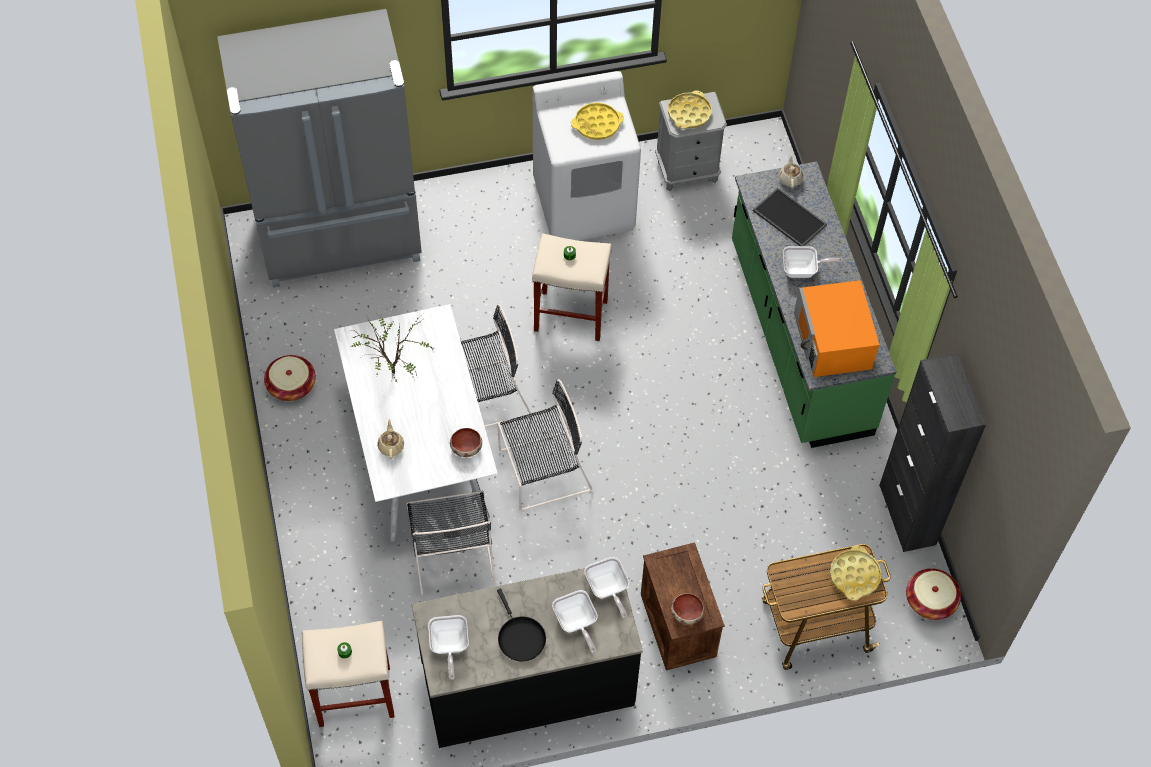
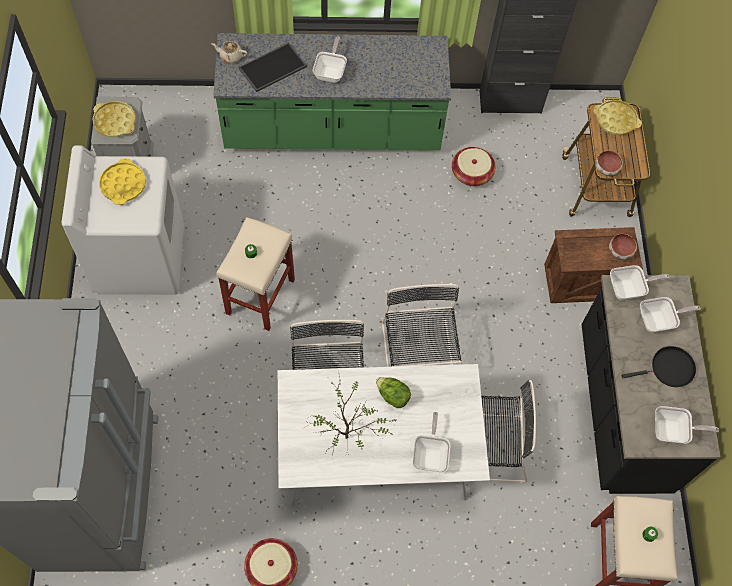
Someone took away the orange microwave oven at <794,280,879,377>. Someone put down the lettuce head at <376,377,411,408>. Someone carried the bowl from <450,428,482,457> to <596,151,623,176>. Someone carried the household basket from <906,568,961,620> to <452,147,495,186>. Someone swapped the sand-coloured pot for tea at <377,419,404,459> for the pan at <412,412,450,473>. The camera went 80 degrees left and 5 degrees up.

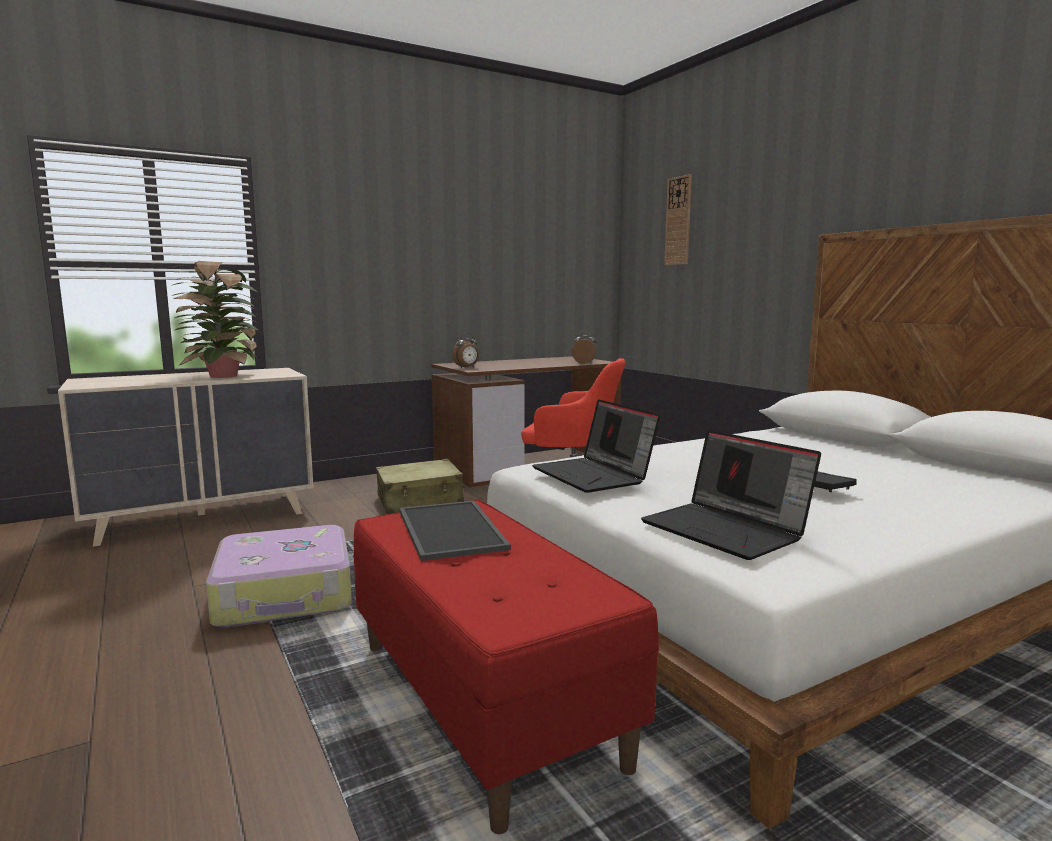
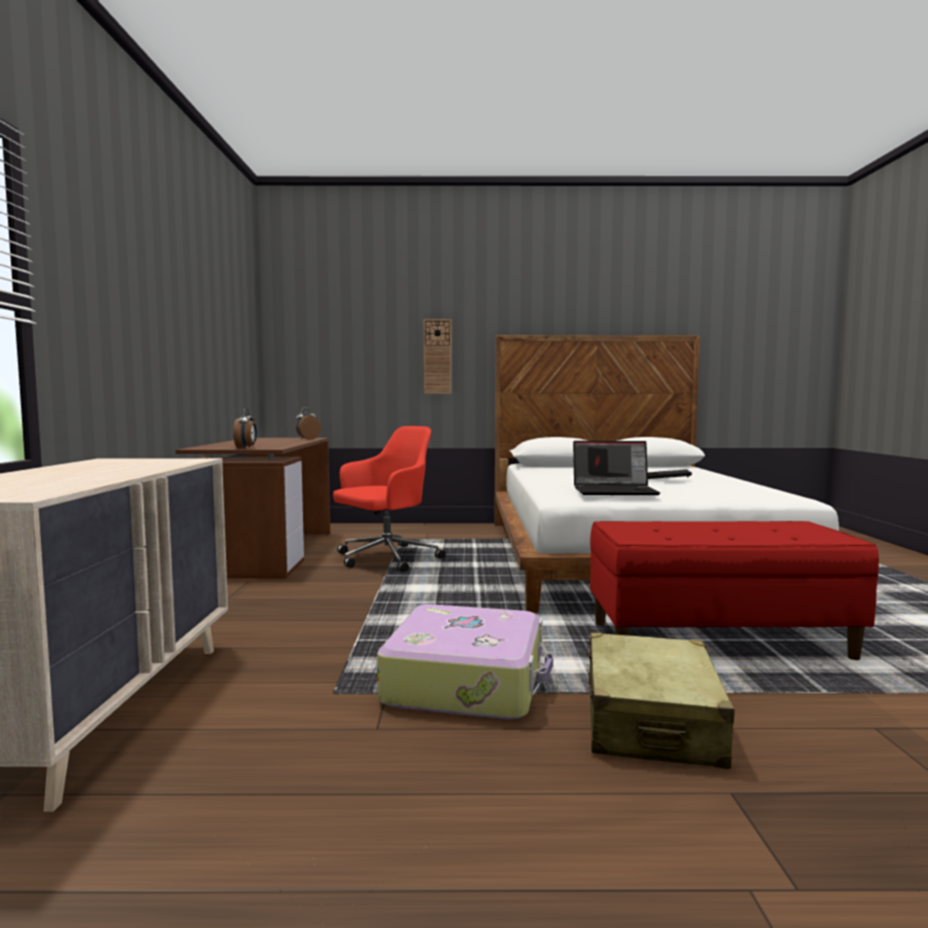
Someone took away the houseplant at <171,261,260,378>. Someone took away the serving tray at <399,501,511,561>. Someone took away the portable computer at <641,430,821,560>. Someone carried the sand-coloured travel case from <376,459,465,514> to <589,633,735,769>. Someone carried the clock on the wall from <664,174,692,265> to <424,319,452,394>. The camera went 60 degrees left and 5 degrees down.

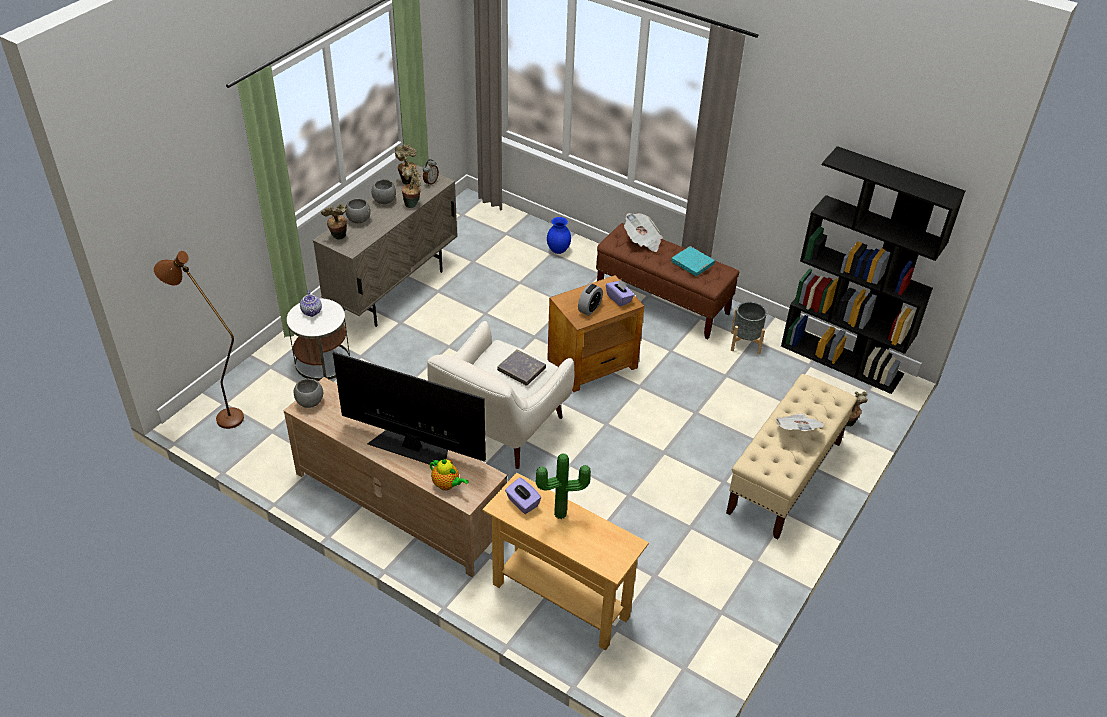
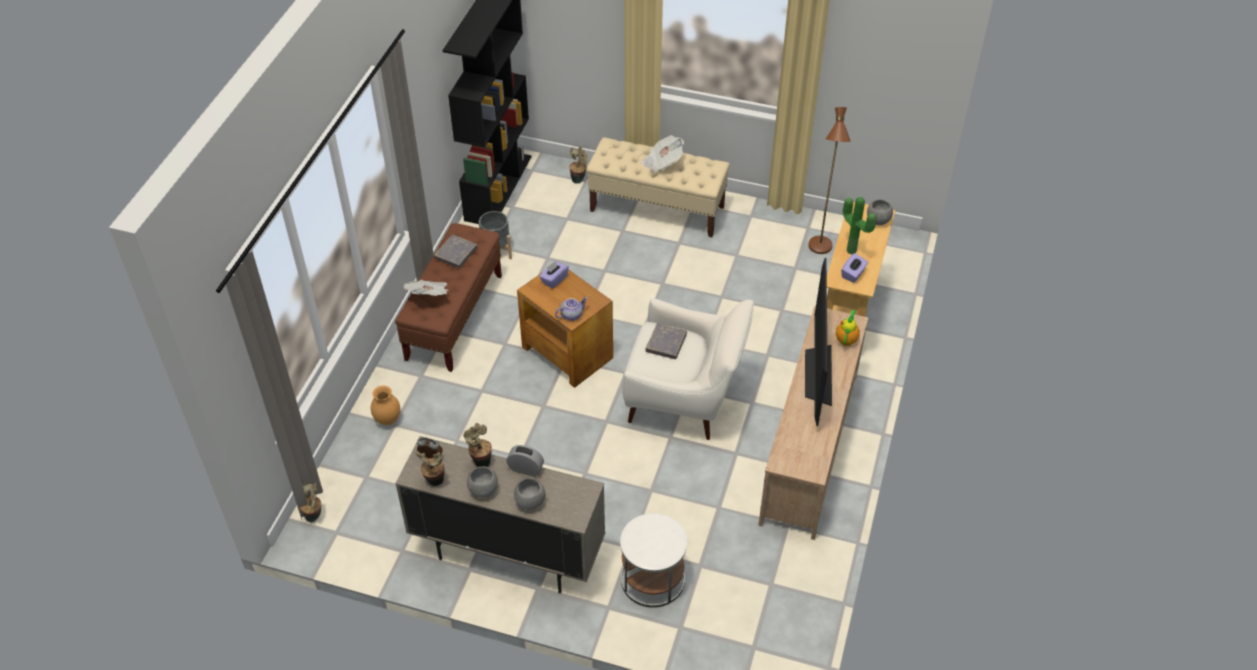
Someone carried the brownish standing lamp from <154,251,244,429> to <808,107,850,254>. Someone carried the greyish bowl from <294,378,323,408> to <867,199,893,225>. Someone carried the pot for tea from <300,290,322,317> to <555,297,588,321>. Someone carried the houseplant from <321,203,347,240> to <300,482,322,522>. Someone carried the table clock from <578,284,603,316> to <506,445,544,477>. Someone repainted the blue vase at <547,217,571,254>, which became the brownish vase at <371,386,400,425>. Someone repainted the turquoise book at <671,246,715,276>, which became the greyish book at <433,234,478,268>. The camera went 105 degrees left and 5 degrees up.

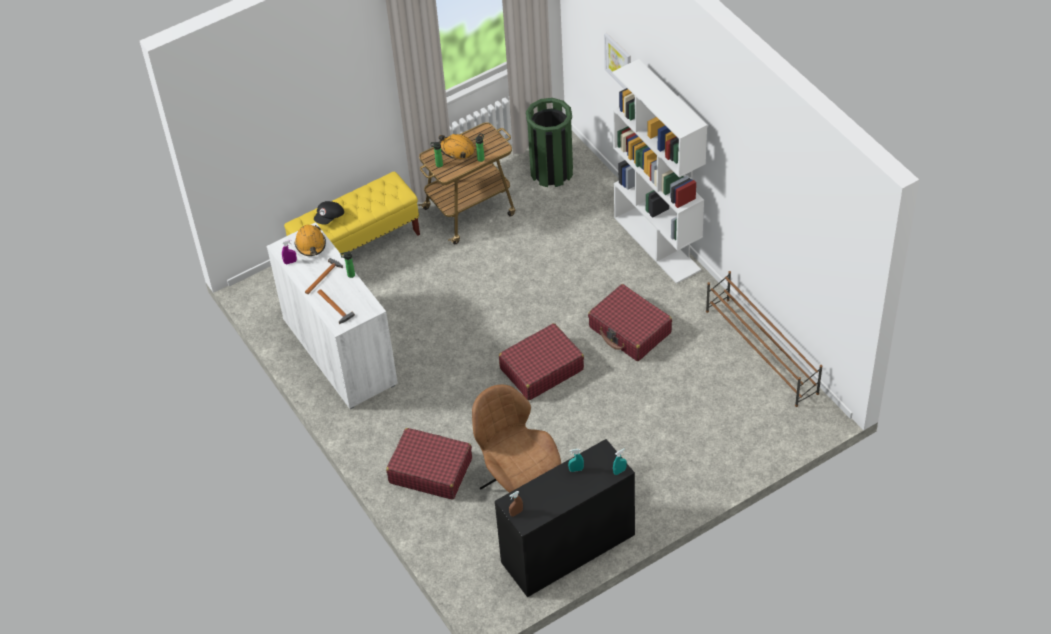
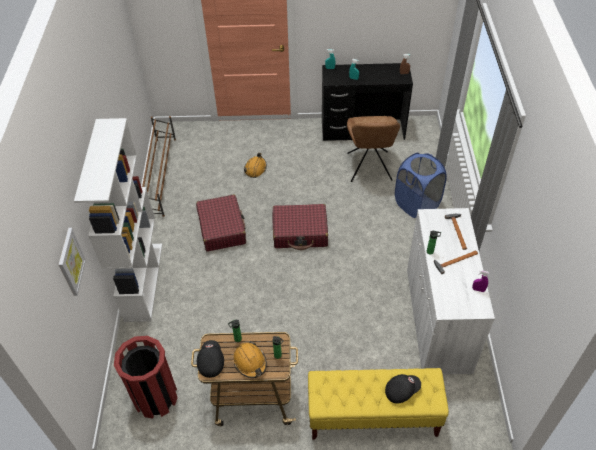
Someone put down the black-coloured baseball cap at <197,340,224,378>. Someone carried the orange safety helmet from <295,225,326,256> to <244,153,267,178>. Someone swapped the red travel case at <386,428,472,500> for the blue washing basket at <395,153,447,218>. Someone repainted the green waste bin at <526,98,573,187>, which became the red waste bin at <114,336,178,419>. The camera went 150 degrees left and 0 degrees up.

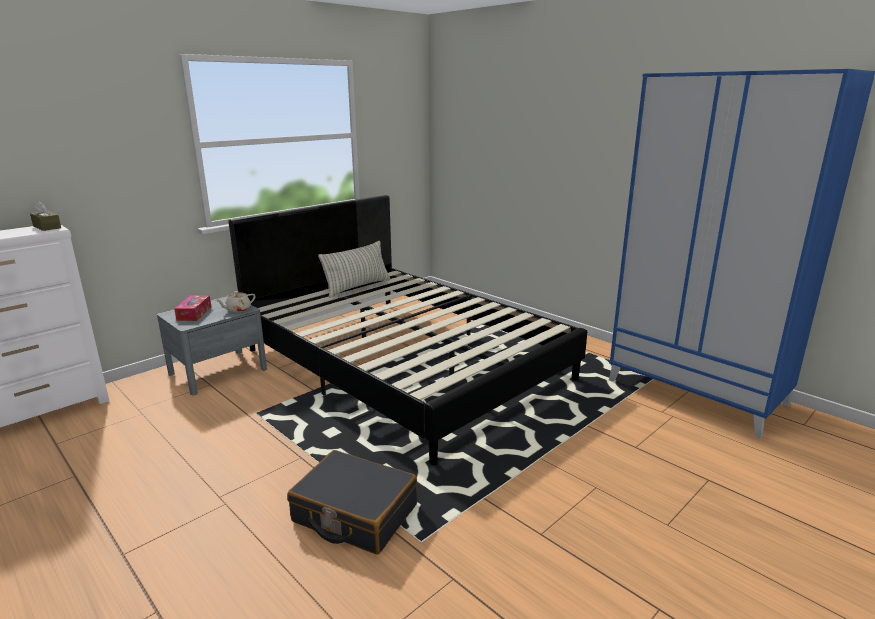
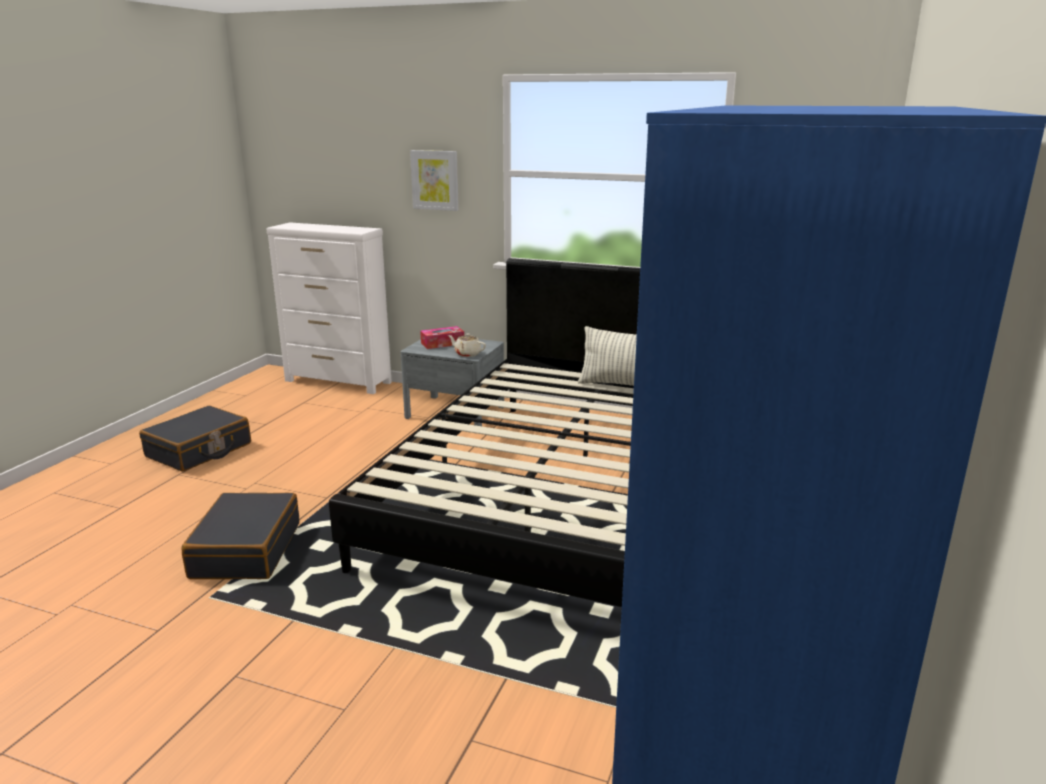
Someone took away the brownish box of tissues at <30,201,61,231>. Someone put down the black-coloured travel case at <139,406,251,472>. Someone put up the picture at <410,150,459,211>. The camera went 65 degrees right and 0 degrees up.

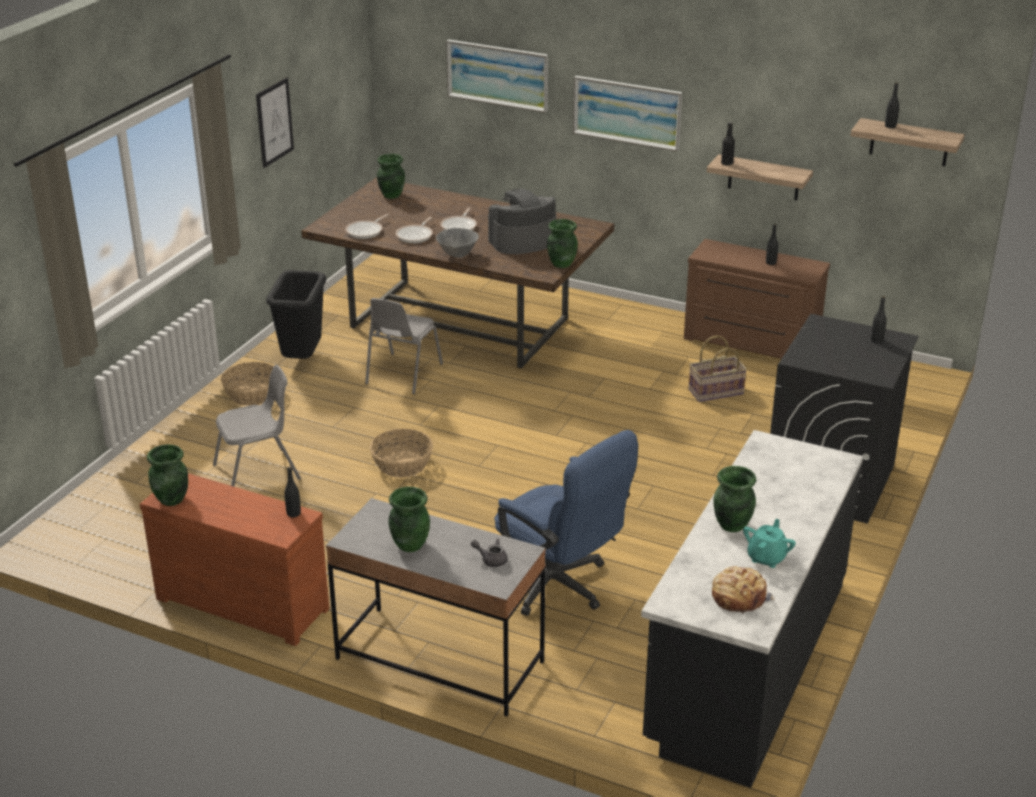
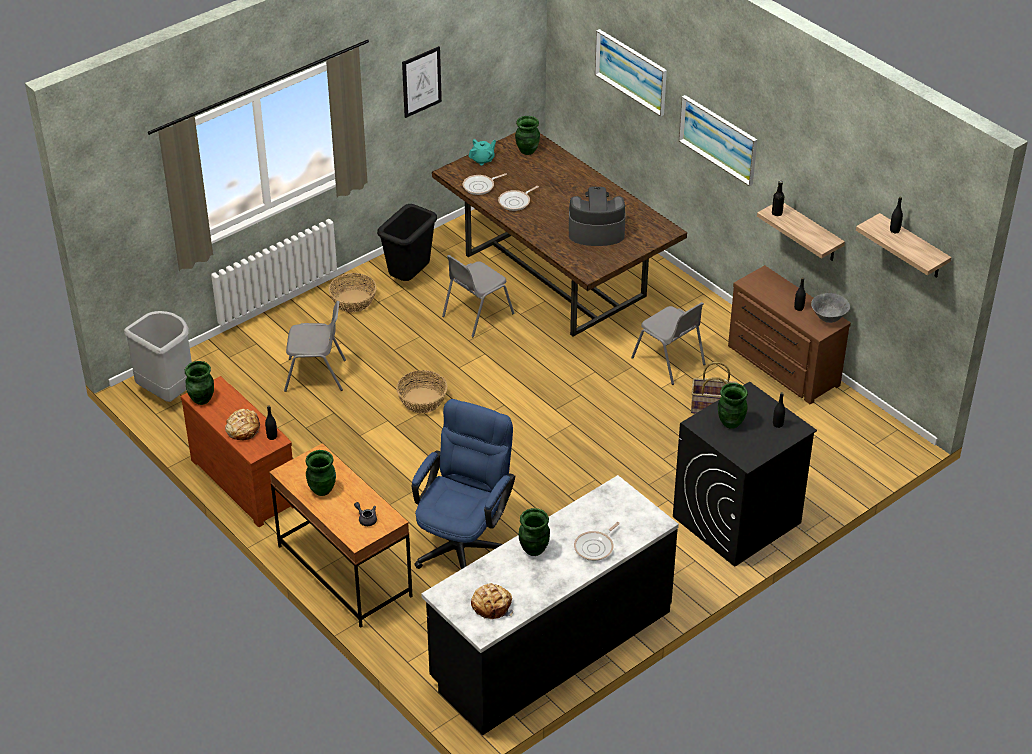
Someone put down the greyish waste bin at <124,311,192,402>. Someone put down the baked bread at <225,408,260,440>. Someone put down the greyish chair at <631,302,706,385>. Someone carried the greyish bowl from <436,228,479,258> to <811,293,850,323>. Someone carried the pan from <440,207,477,230> to <574,522,620,561>. Someone carried the green vase from <547,219,578,268> to <718,383,748,429>. Someone carried the turquoise pot for tea from <743,519,796,568> to <468,139,496,165>. Someone repainted the greyish desk table at <326,498,546,716>, which became the brownish desk table at <269,443,412,628>. Someone rotated the blue desk chair at <494,430,638,616> by 135 degrees counterclockwise. The camera went 25 degrees right and 10 degrees up.

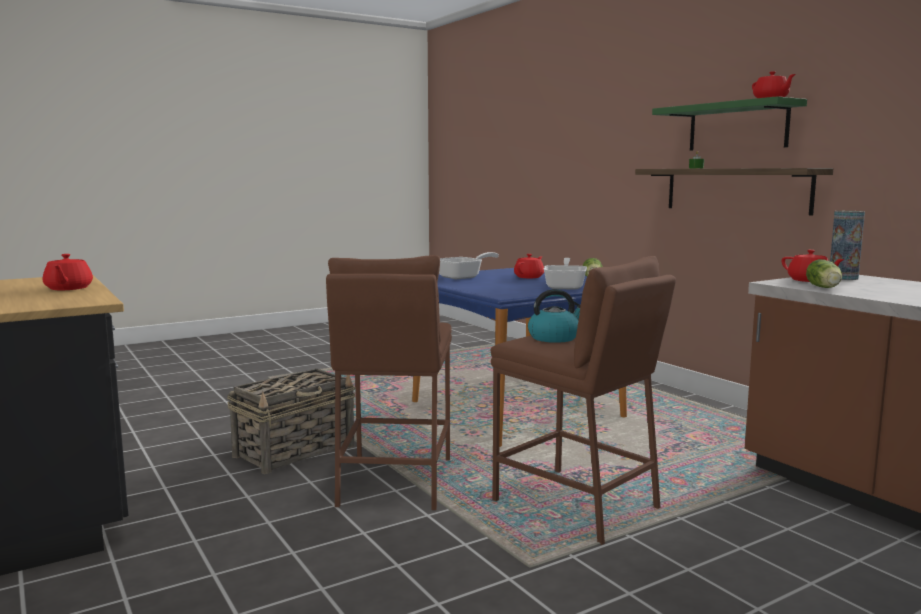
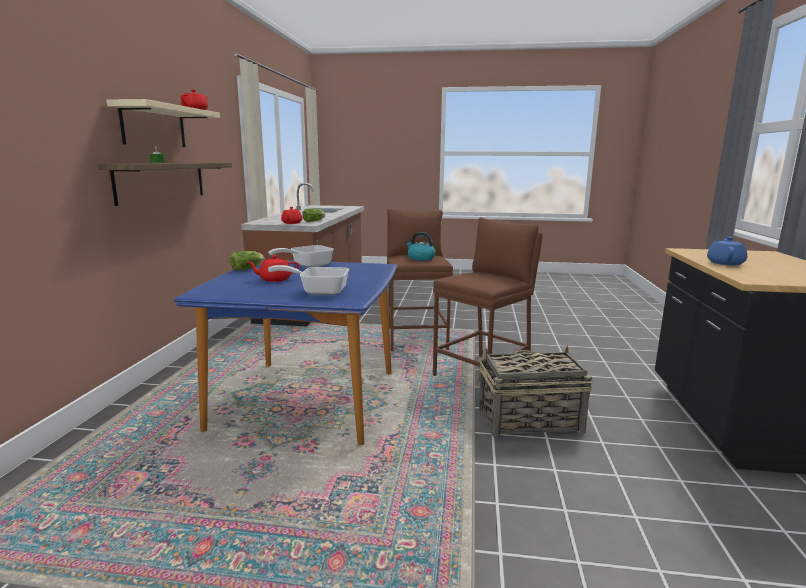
Someone took away the vase at <830,211,865,280>. Someone repainted the red pot for tea at <43,254,93,290>, which became the blue pot for tea at <707,237,747,265>. Someone repainted the green wall shelf at <652,96,807,150>, which became the sand-coloured wall shelf at <106,99,220,147>. The camera went 140 degrees left and 5 degrees up.

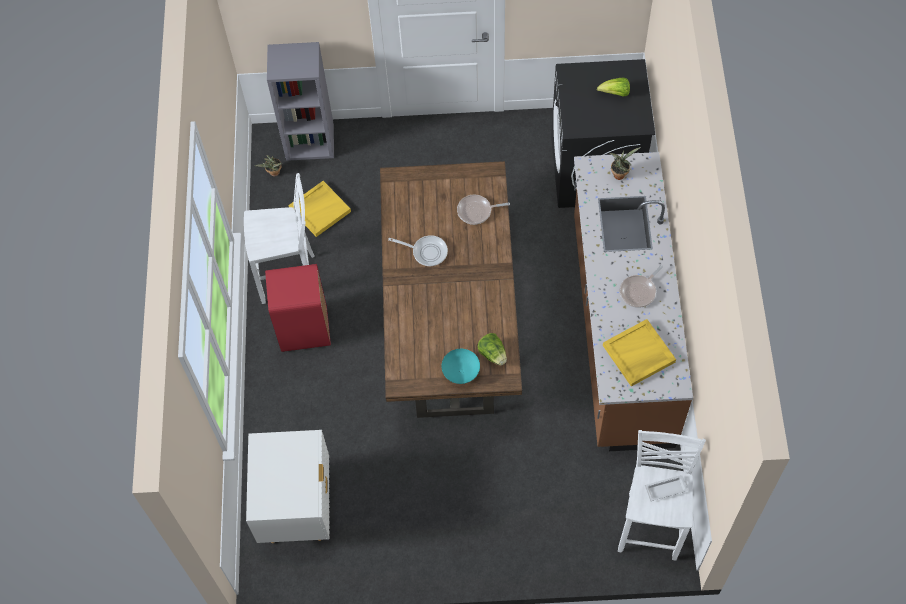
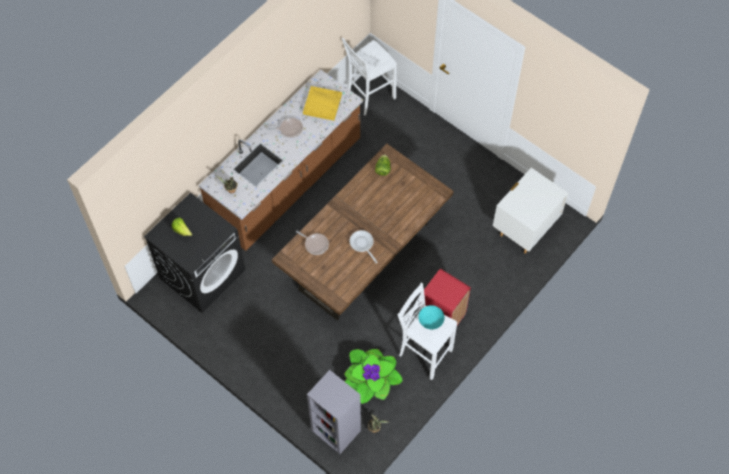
Someone carried the turquoise bowl from <441,349,480,384> to <418,305,445,329>. Someone swapped the yellow-coloured serving tray at <288,181,351,237> for the houseplant at <344,349,403,404>. The camera went 140 degrees left and 0 degrees up.

